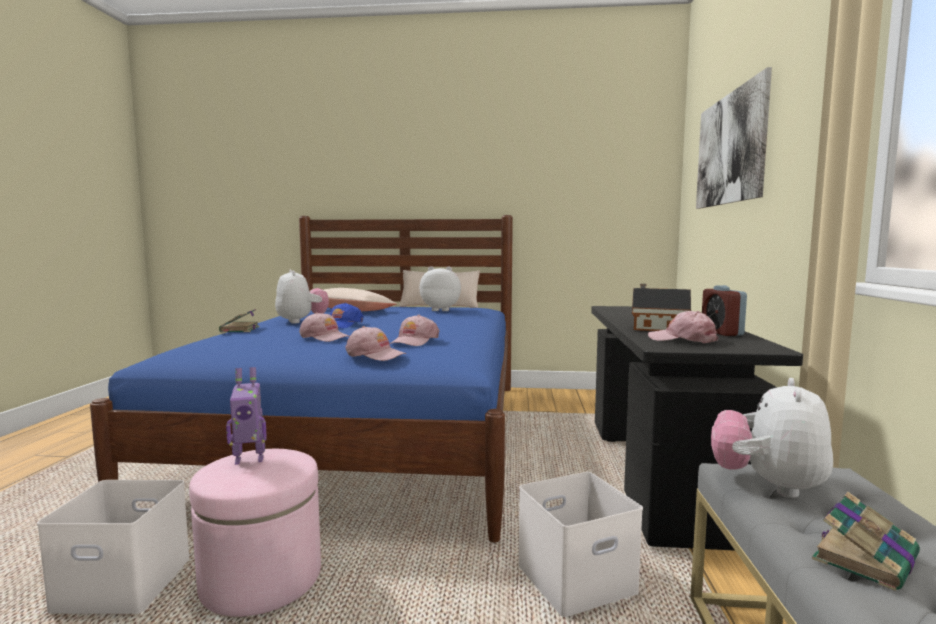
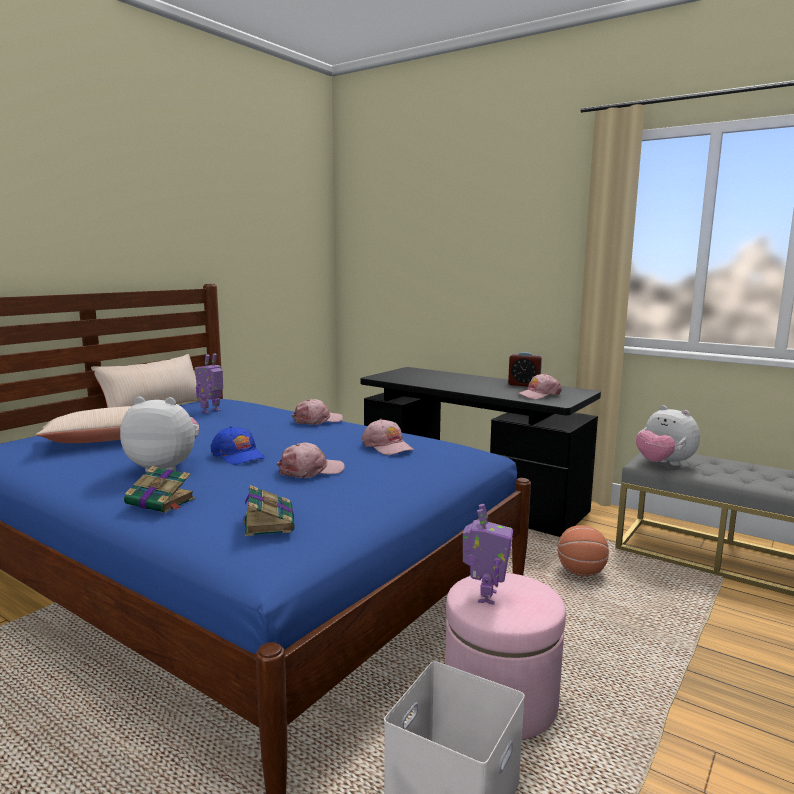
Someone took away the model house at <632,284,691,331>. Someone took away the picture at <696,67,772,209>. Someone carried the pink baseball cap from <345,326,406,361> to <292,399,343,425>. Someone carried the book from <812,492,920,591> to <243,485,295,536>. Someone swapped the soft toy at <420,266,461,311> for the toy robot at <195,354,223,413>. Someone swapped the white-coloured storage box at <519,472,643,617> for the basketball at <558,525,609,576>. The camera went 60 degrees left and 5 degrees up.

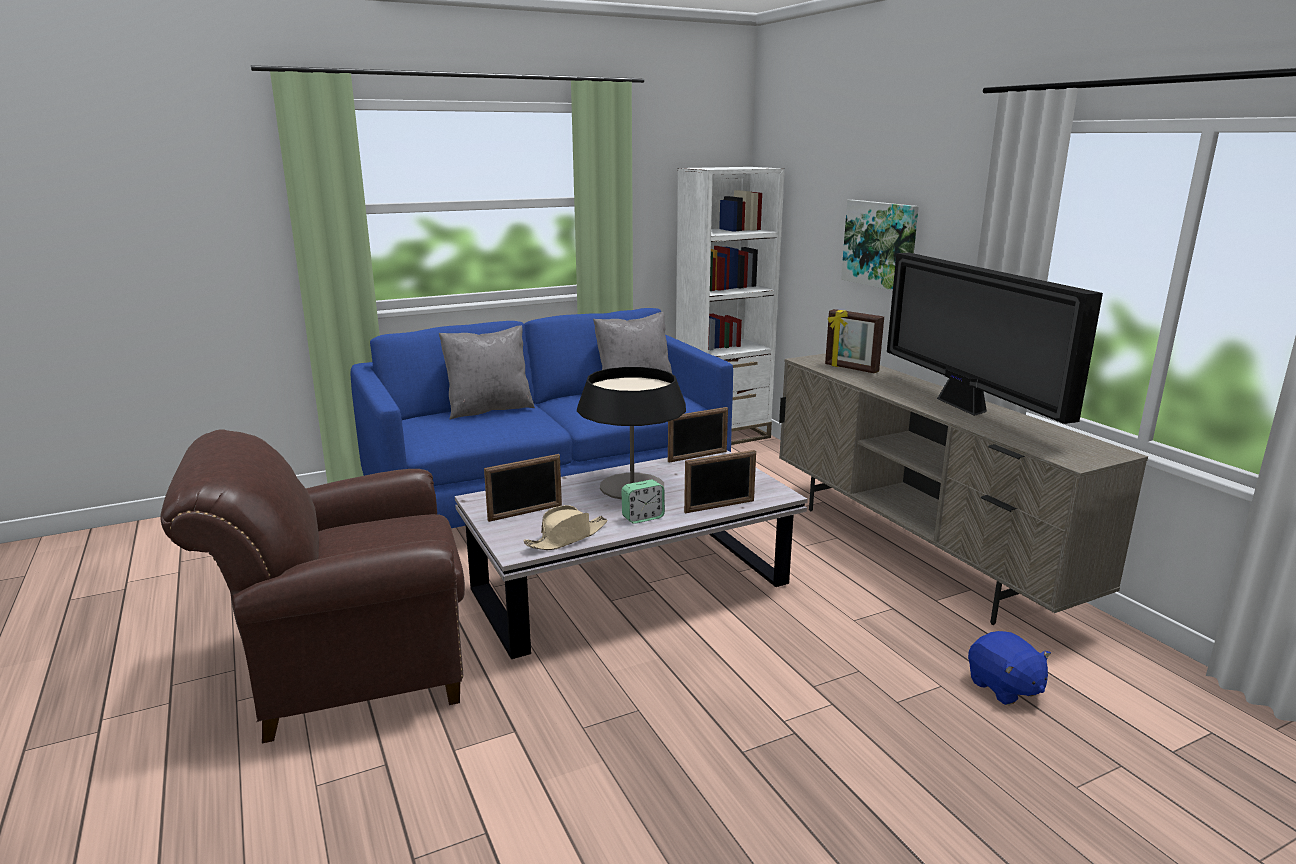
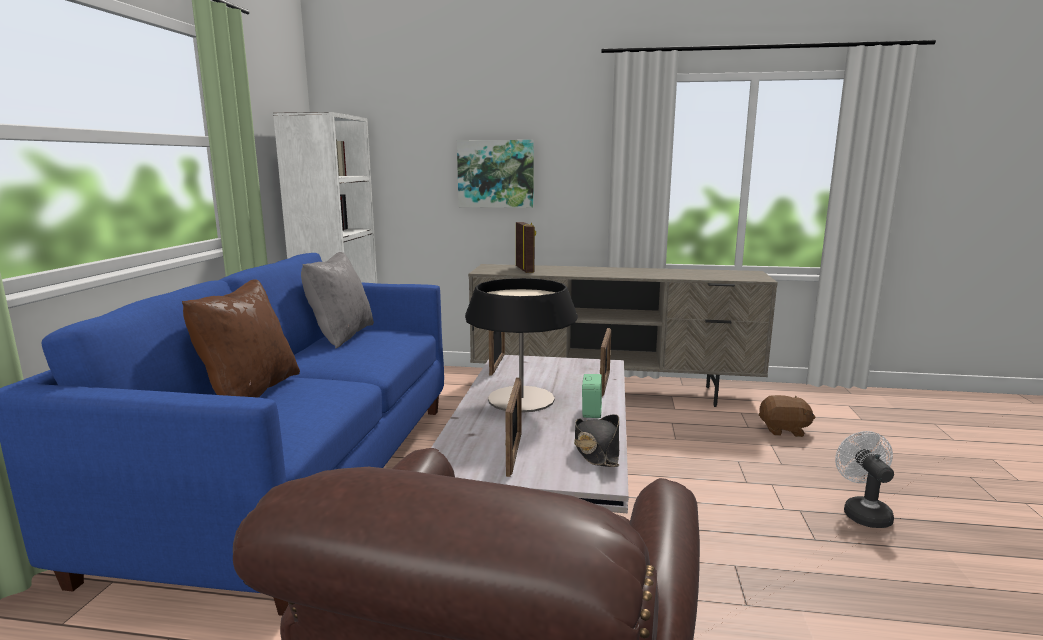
Someone took away the TV set at <887,253,1103,424>. Someone put down the white-coloured cooling fan at <835,431,894,528>. Someone repainted the greyish cushion at <439,325,535,420>, which became the brownish cushion at <182,279,300,398>. Someone repainted the sand-coloured clothing hat at <523,505,607,550>, which became the black-coloured clothing hat at <574,414,619,467>. Someone repainted the blue soft toy at <968,631,1051,705>, which became the brownish soft toy at <759,395,816,437>. Someone rotated the standing frame at <825,309,884,373> by 90 degrees counterclockwise. The camera went 55 degrees left and 5 degrees down.

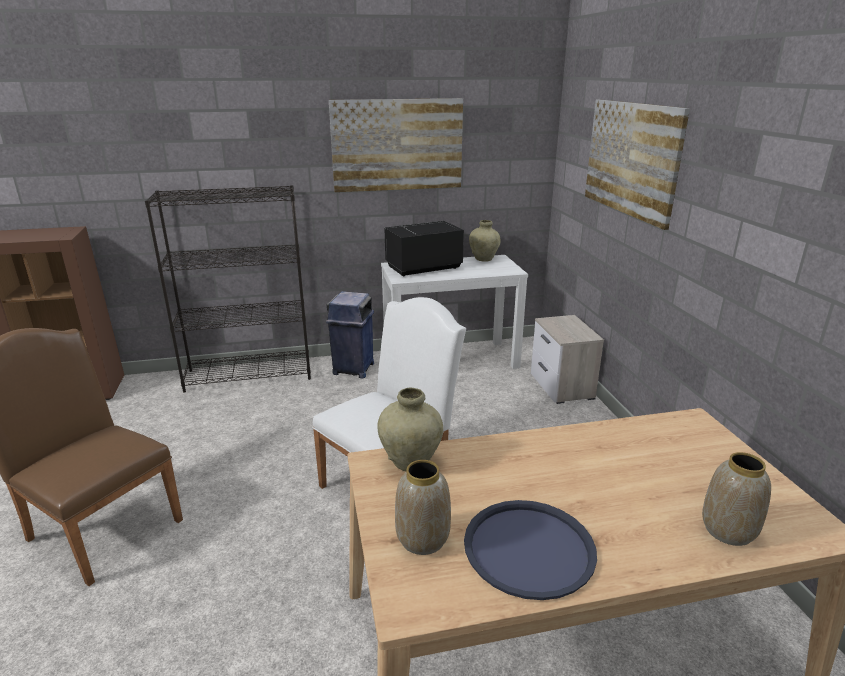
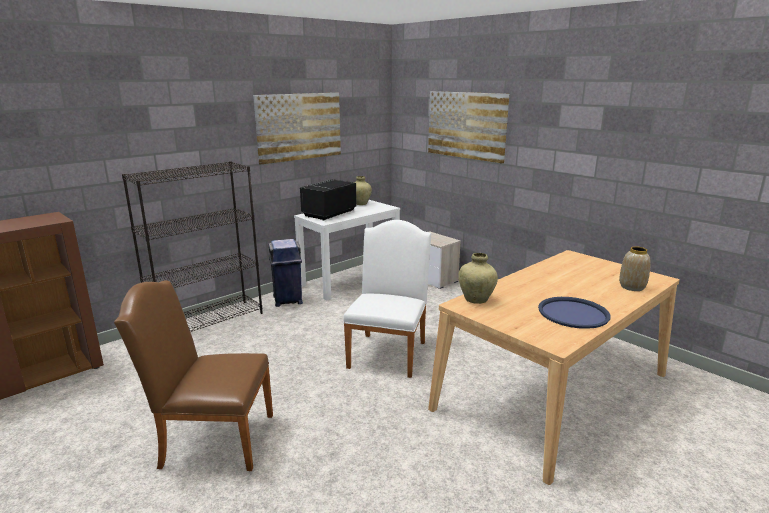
Someone took away the vase at <395,460,451,555>. The camera went 30 degrees left and 5 degrees down.

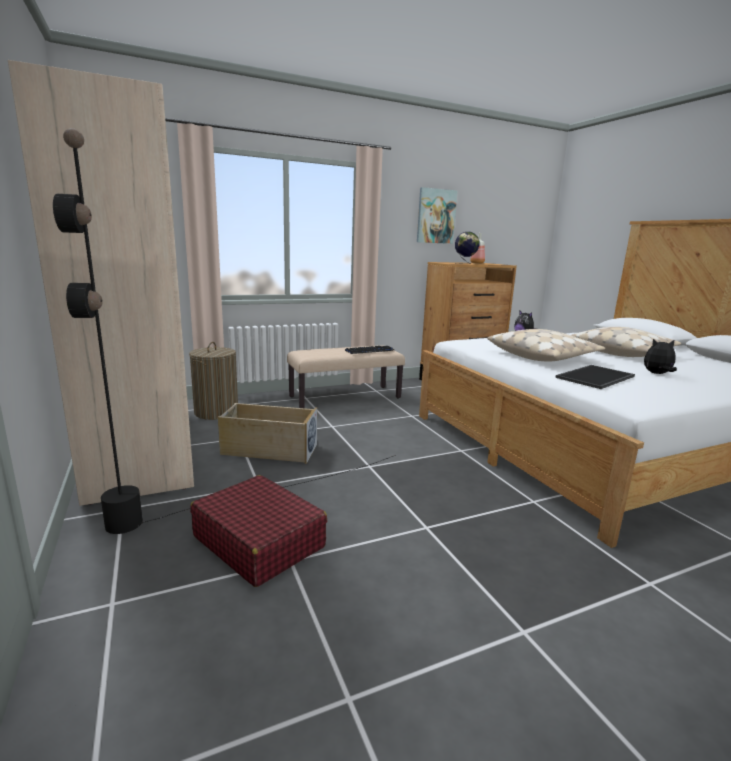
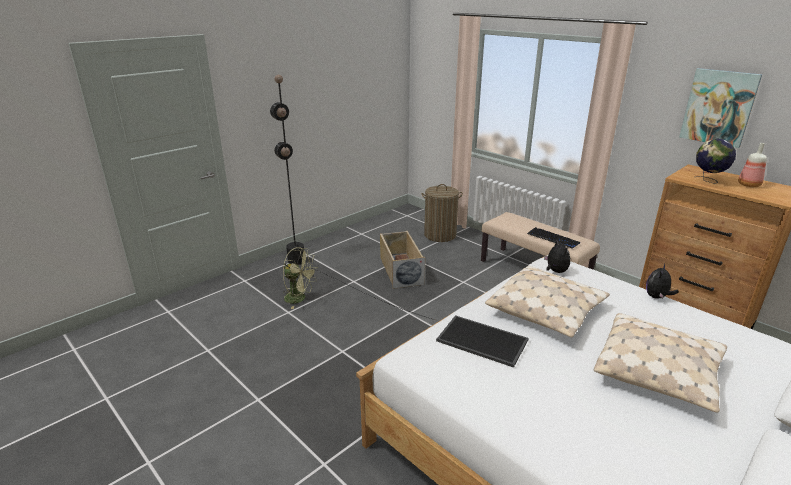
Someone took away the sand-coloured armoire at <8,60,194,506>. Someone carried the soft toy from <644,339,677,374> to <544,240,570,273>. Someone swapped the red travel case at <190,475,327,587> for the green cooling fan at <283,247,316,309>. The camera went 70 degrees right and 10 degrees up.

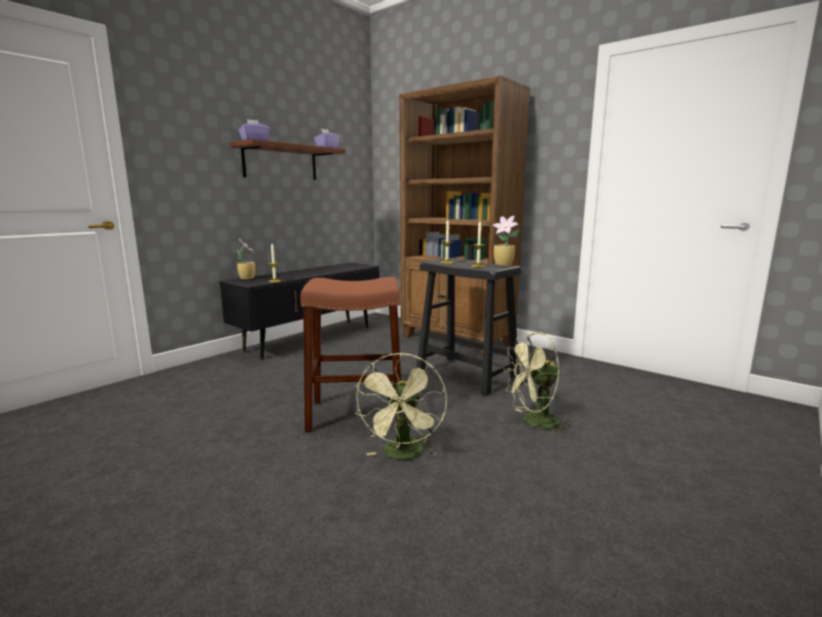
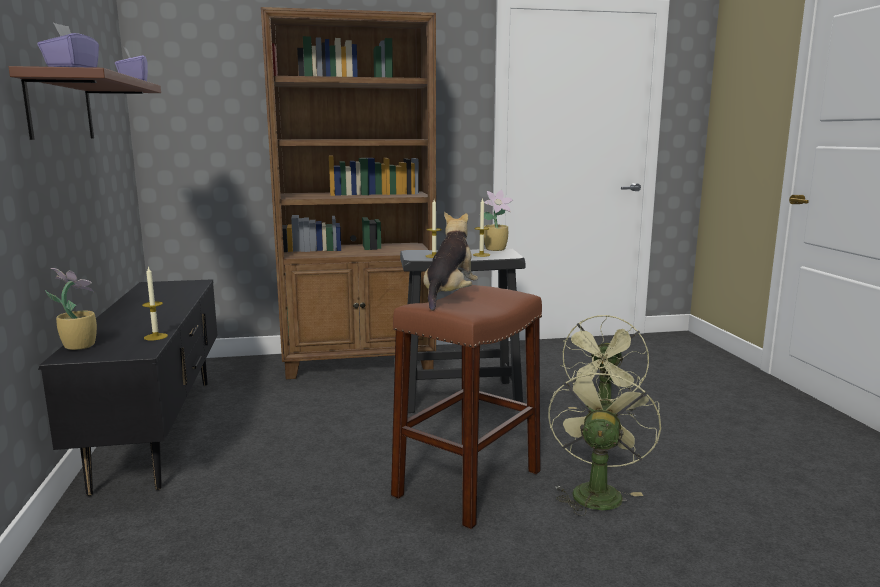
Someone put down the soft toy at <424,212,478,311>. Someone rotated the green cooling fan at <355,353,447,460> by 120 degrees counterclockwise. The camera went 50 degrees left and 0 degrees up.

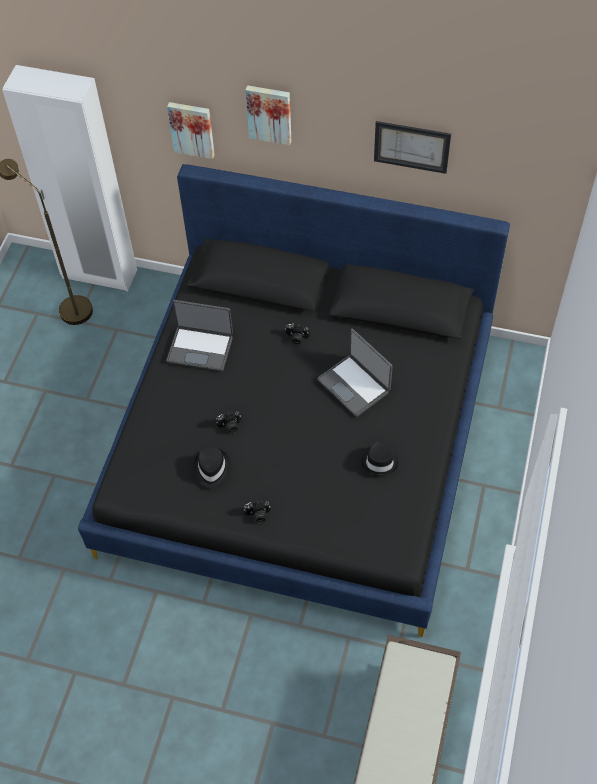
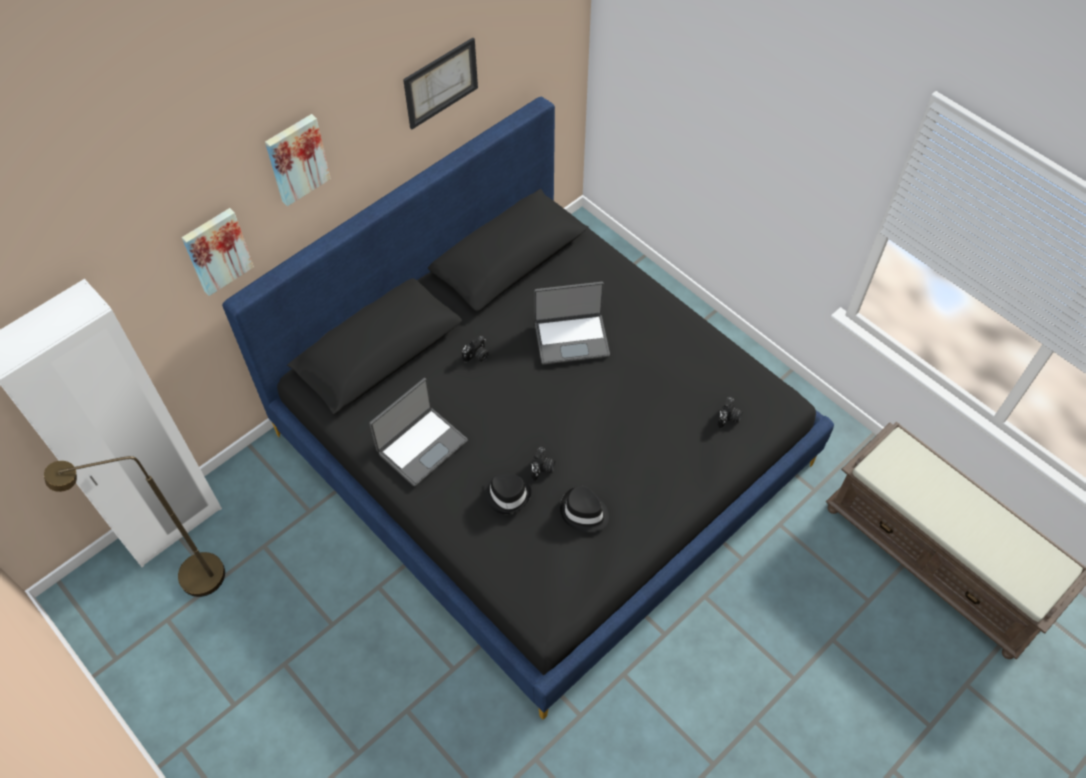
Someone carried the photo camera from <244,501,271,523> to <718,396,743,428>. Someone carried the black-coloured clothing hat from <362,441,398,475> to <484,473,531,514>. The camera went 60 degrees left and 0 degrees up.

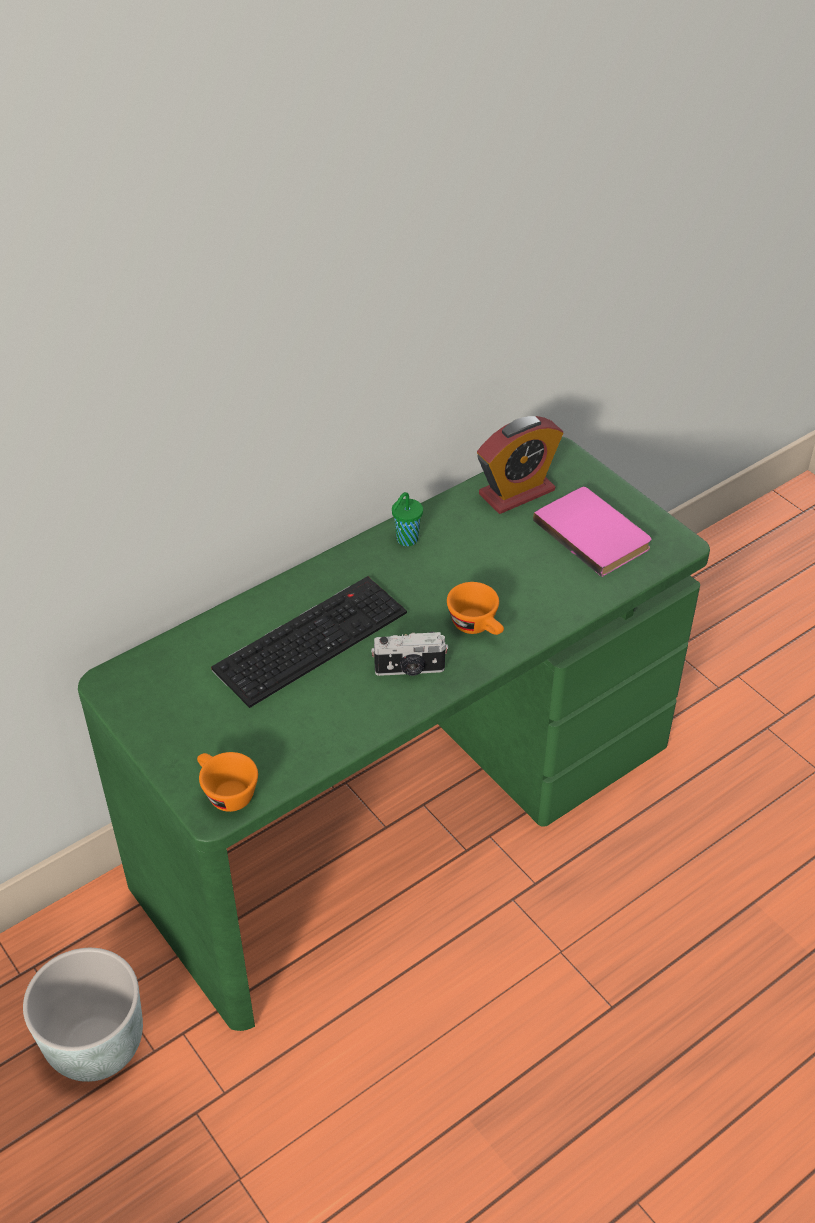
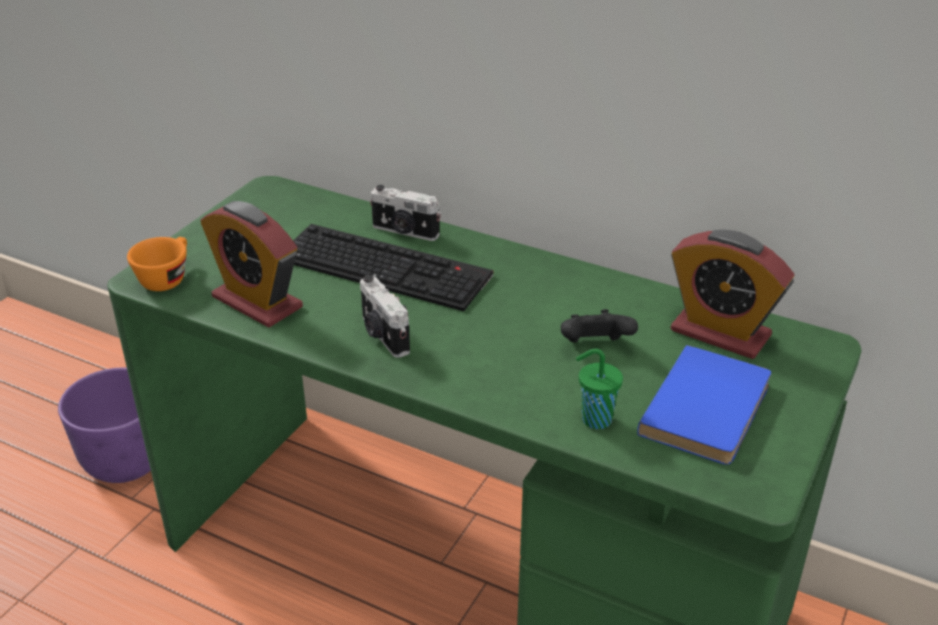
Someone took away the orange drinking cup at <447,582,504,635>. Someone put down the table clock at <200,201,303,327>. Someone put down the photo camera at <370,185,441,241>. Someone put down the black-coloured joypad at <561,309,638,343>. Someone carried the green drinking cup from <392,492,423,546> to <576,349,623,429>. Someone repainted the greyish plant pot at <23,948,143,1082>, which became the purple-coloured plant pot at <58,368,151,483>. Someone repainted the pink book at <533,487,651,577>, which became the blue book at <637,345,771,465>. The camera went 65 degrees right and 10 degrees down.

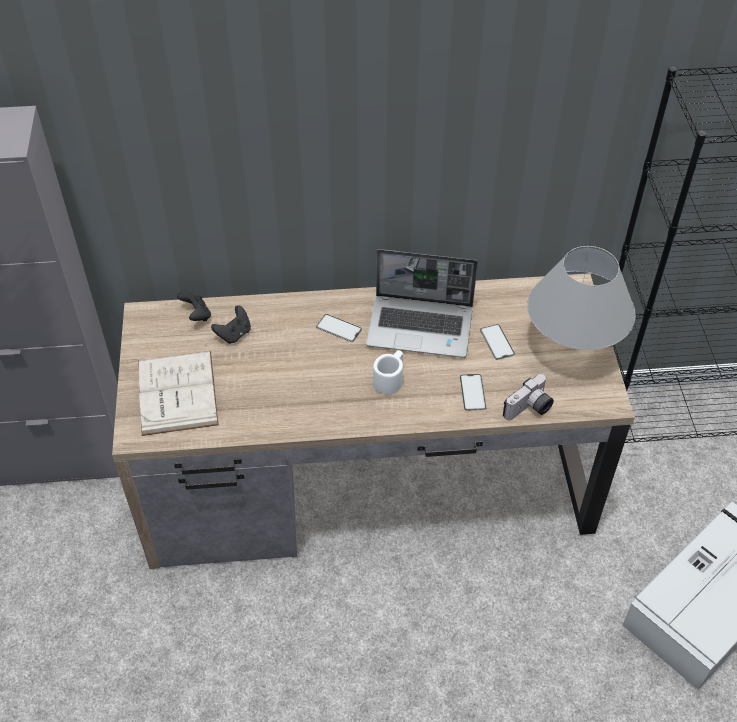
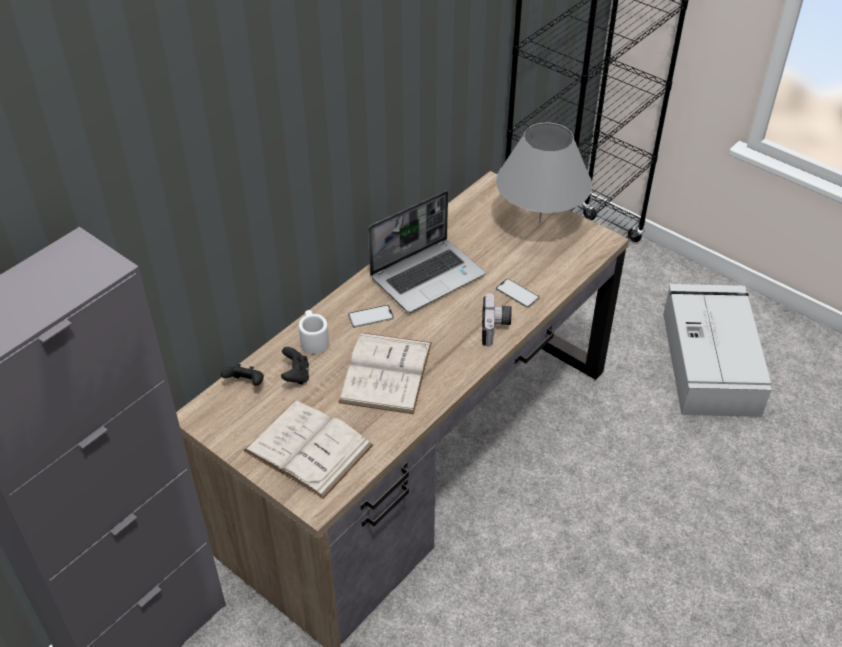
Someone took away the phone at <480,324,515,360>. Someone put down the white-coloured book at <338,333,432,414>. Someone carried the white-coloured coffee mug from <373,350,403,394> to <299,310,329,354>. Someone carried the photo camera from <503,374,554,420> to <482,293,512,346>. The camera went 45 degrees left and 5 degrees down.

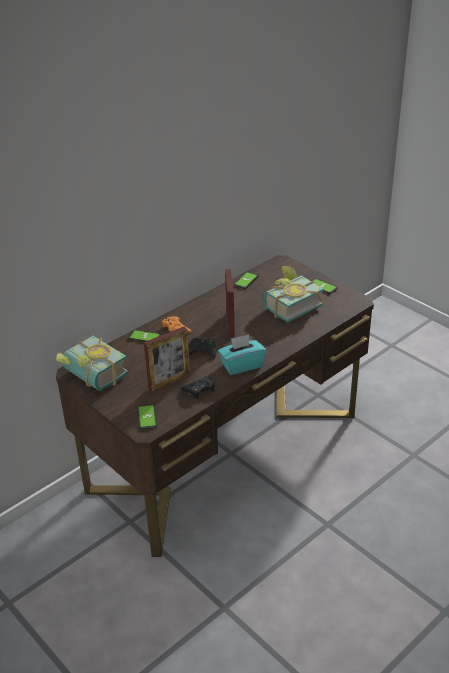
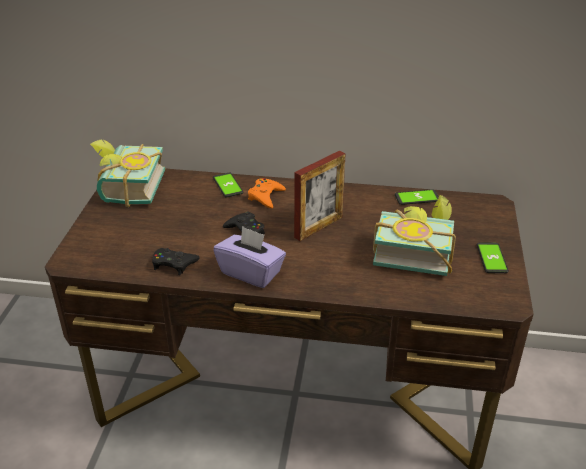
Someone took away the phone at <137,404,157,430>. Someone took away the standing frame at <144,327,190,392>. Someone repainted the turquoise box of tissues at <218,334,266,375>, which became the purple-coloured box of tissues at <213,226,286,288>. The camera went 50 degrees right and 0 degrees up.

